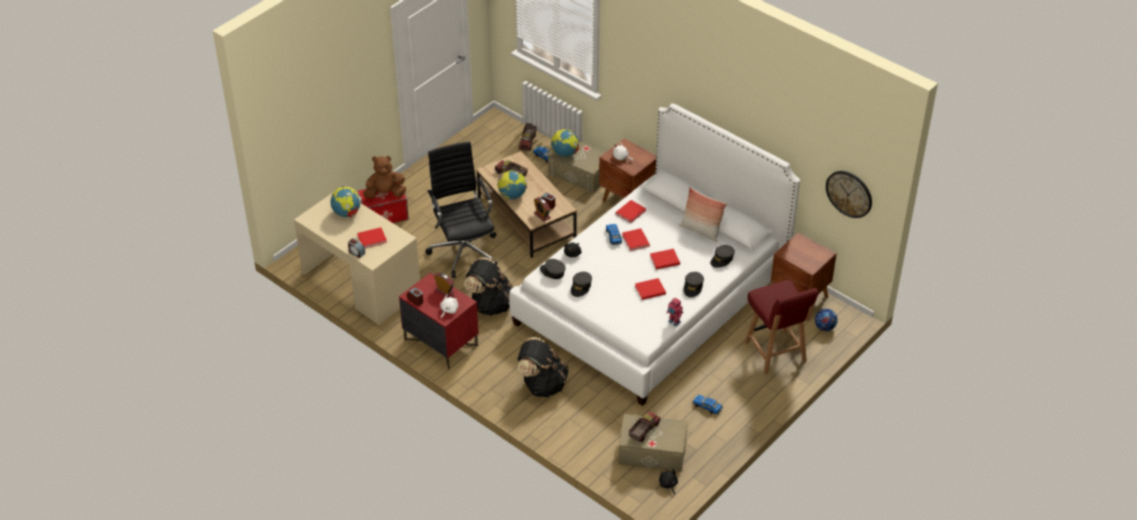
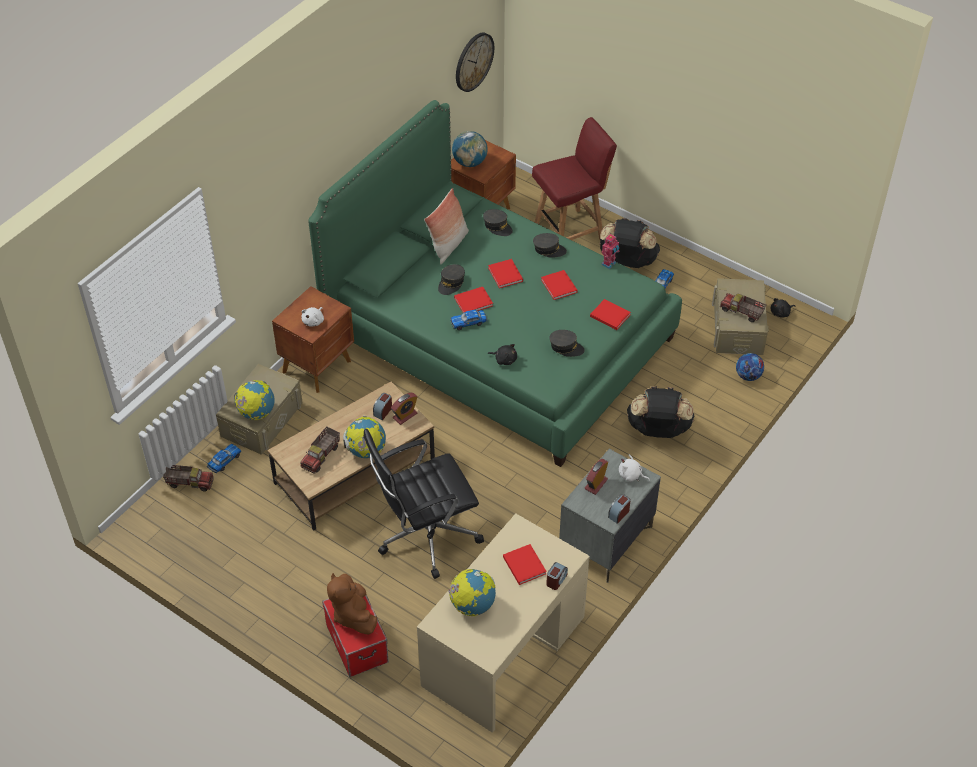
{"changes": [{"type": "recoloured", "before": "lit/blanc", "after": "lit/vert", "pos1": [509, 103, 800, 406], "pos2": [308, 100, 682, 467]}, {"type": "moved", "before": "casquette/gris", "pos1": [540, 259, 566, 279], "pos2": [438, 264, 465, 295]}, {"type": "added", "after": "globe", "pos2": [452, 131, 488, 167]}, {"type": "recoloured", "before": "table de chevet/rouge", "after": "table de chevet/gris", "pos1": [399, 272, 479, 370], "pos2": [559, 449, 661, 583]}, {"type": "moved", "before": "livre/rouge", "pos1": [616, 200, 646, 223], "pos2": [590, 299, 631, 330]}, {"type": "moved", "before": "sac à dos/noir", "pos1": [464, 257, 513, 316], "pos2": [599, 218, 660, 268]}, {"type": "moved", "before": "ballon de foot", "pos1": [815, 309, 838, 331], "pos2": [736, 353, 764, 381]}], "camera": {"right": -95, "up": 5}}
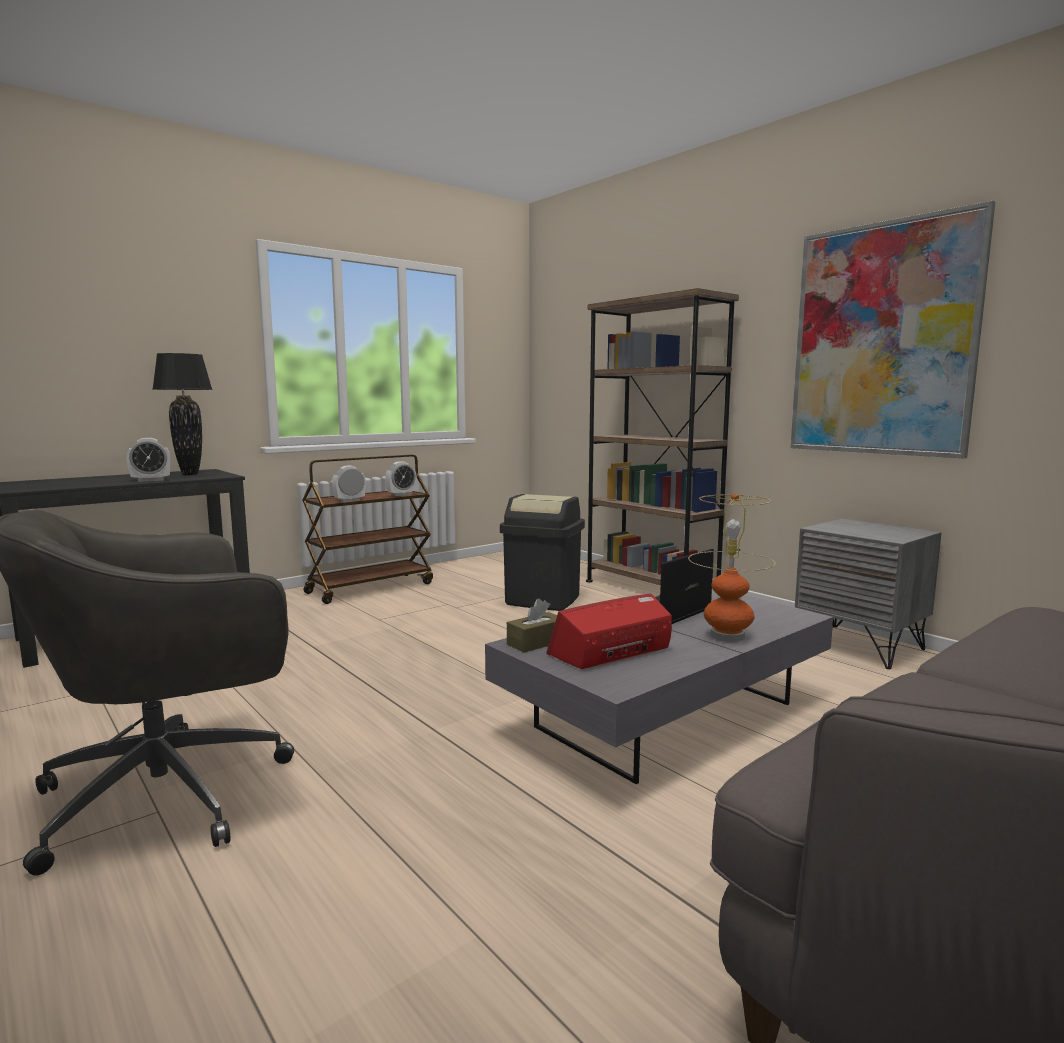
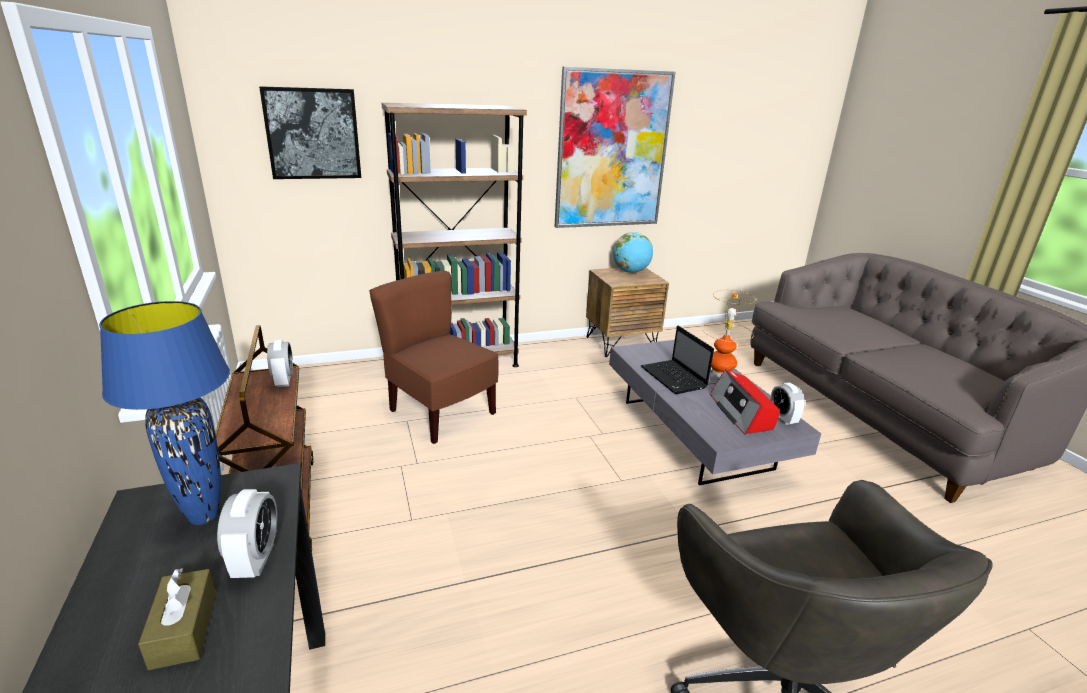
{"changes": [{"type": "recoloured", "before": "lampe de table/noir", "after": "lampe de table/bleu", "pos1": [153, 353, 213, 475], "pos2": [99, 301, 230, 525]}, {"type": "moved", "before": "boîte à mouchoirs/marron", "pos1": [507, 599, 557, 653], "pos2": [138, 568, 216, 670]}, {"type": "added", "after": "tableau", "pos2": [259, 86, 361, 179]}, {"type": "replaced", "before": "poubelle/noir", "after": "chaise/marron", "pos1": [500, 494, 585, 611], "pos2": [369, 271, 499, 444]}, {"type": "recoloured", "before": "table de chevet/gris", "after": "table de chevet/marron", "pos1": [795, 519, 941, 669], "pos2": [586, 268, 669, 357]}, {"type": "added", "after": "globe", "pos2": [613, 232, 653, 273]}, {"type": "moved", "before": "réveil", "pos1": [332, 466, 366, 502], "pos2": [770, 382, 805, 425]}], "camera": {"right": -70, "up": 15}}
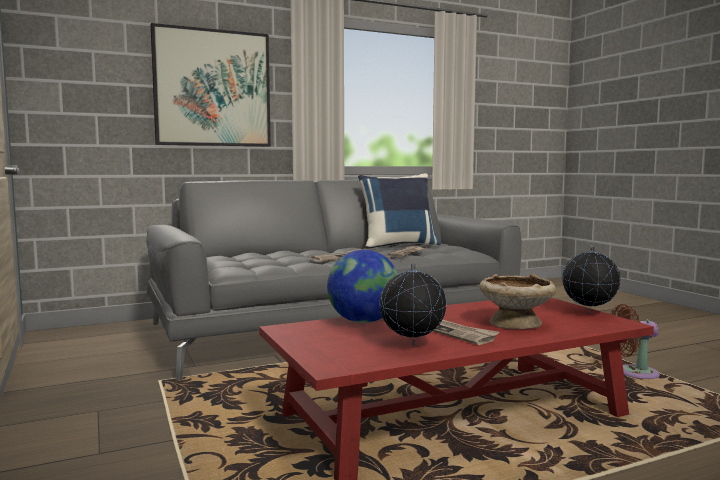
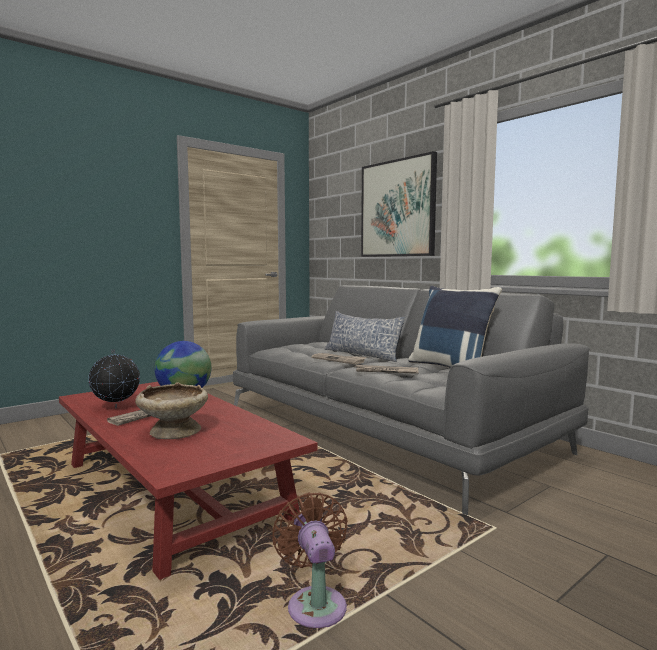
{"changes": [{"type": "added", "after": "coussin", "pos2": [325, 311, 406, 362]}, {"type": "removed", "before": "globe", "pos1": [562, 245, 621, 313]}], "camera": {"right": 75, "up": 0}}
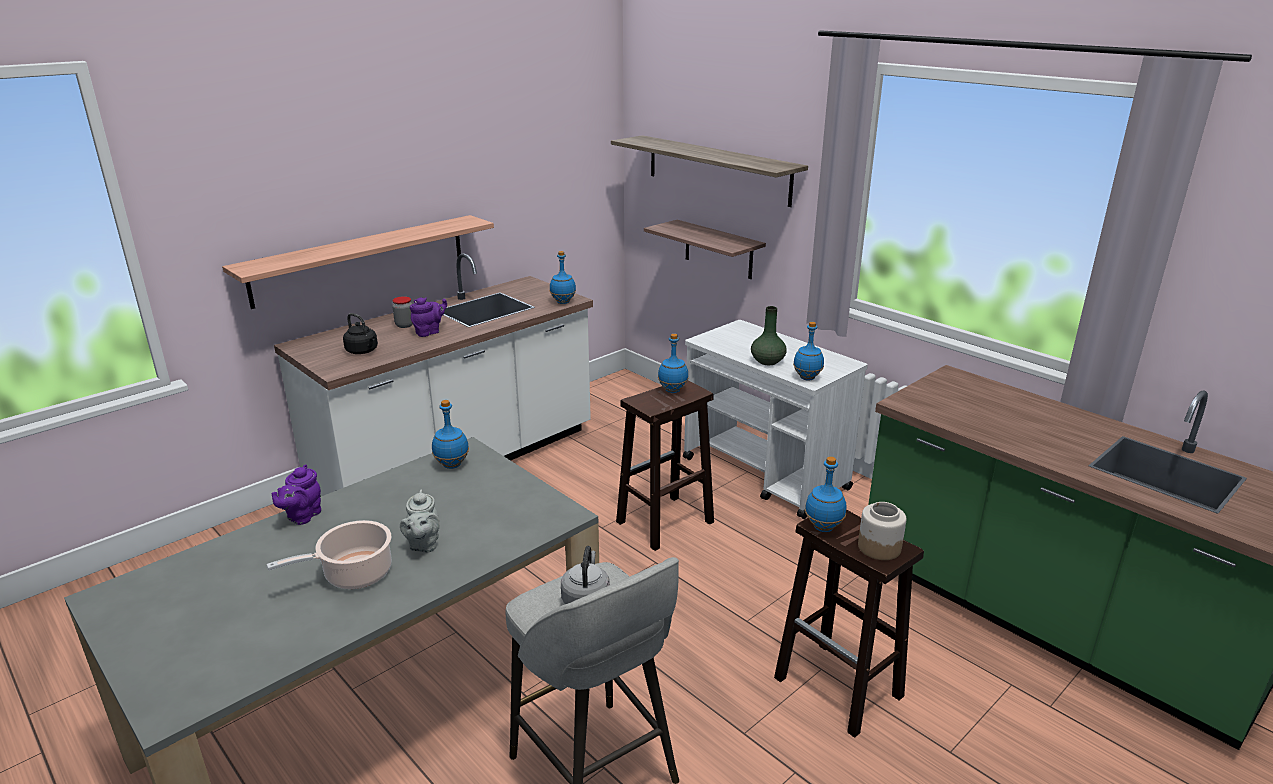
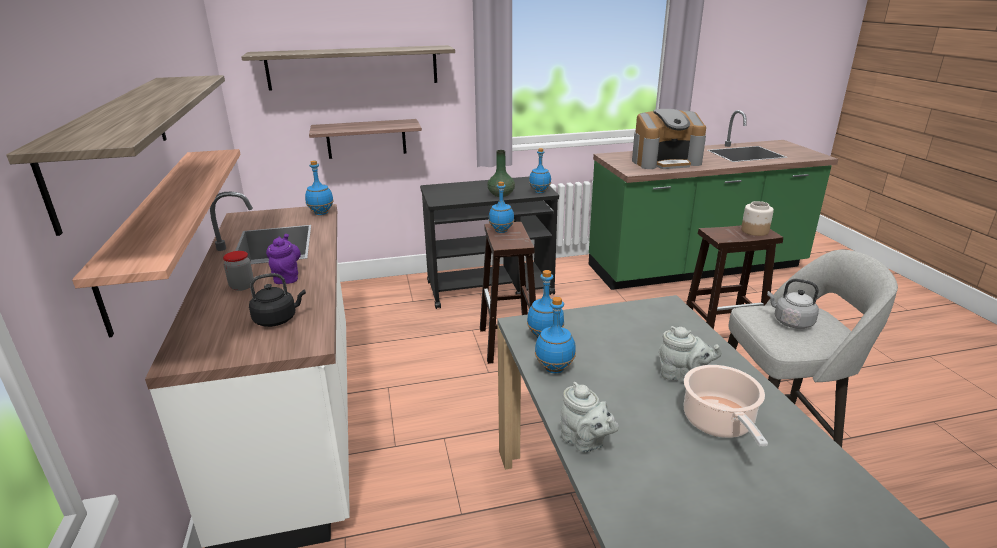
{"changes": [{"type": "added", "after": "étagère", "pos2": [6, 75, 225, 236]}, {"type": "recoloured", "before": "chariot/blanc", "after": "chariot/noir", "pos1": [683, 320, 868, 519], "pos2": [420, 177, 559, 309]}, {"type": "moved", "before": "bouteille/bleu", "pos1": [805, 456, 846, 532], "pos2": [535, 297, 576, 374]}, {"type": "recoloured", "before": "théière/violet", "after": "théière/gris", "pos1": [271, 464, 321, 525], "pos2": [560, 382, 619, 453]}, {"type": "added", "after": "machine à café", "pos2": [632, 109, 706, 169]}], "camera": {"right": -60, "up": 0}}
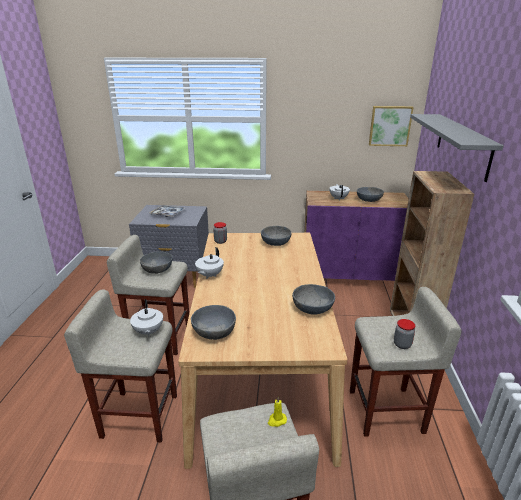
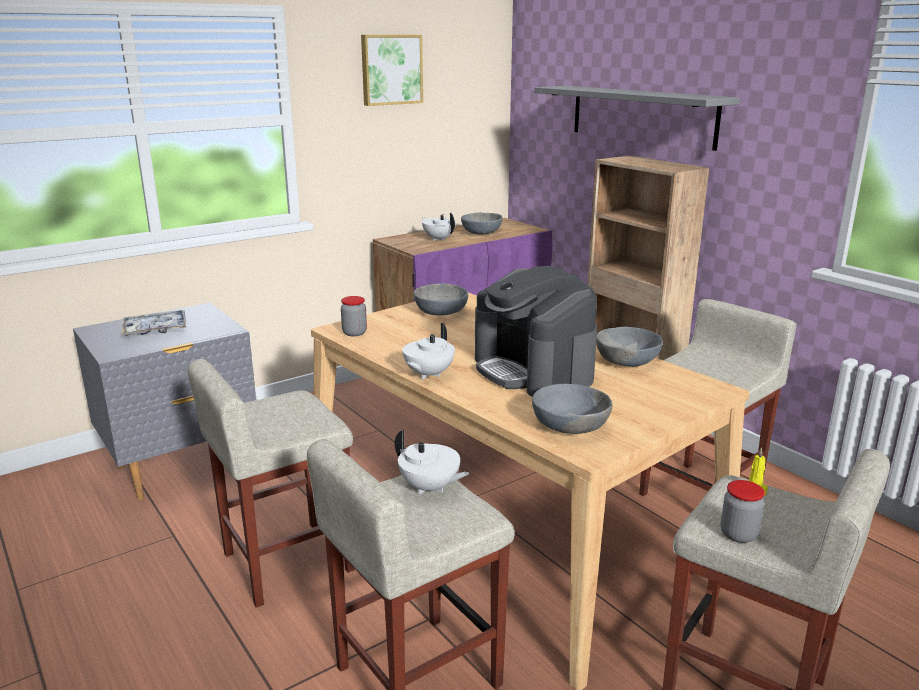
{"changes": [{"type": "moved", "before": "tableau", "pos1": [369, 106, 414, 146], "pos2": [361, 35, 423, 106]}, {"type": "turned", "before": "théière/blanc", "pos1": [195, 247, 224, 279], "pos2": [402, 323, 455, 380], "turn": 45}, {"type": "added", "after": "machine à café", "pos2": [475, 266, 597, 397]}, {"type": "moved", "before": "bocal", "pos1": [394, 319, 415, 349], "pos2": [721, 480, 765, 543]}, {"type": "removed", "before": "bol/gris", "pos1": [140, 251, 173, 274]}], "camera": {"right": -40, "up": -5}}
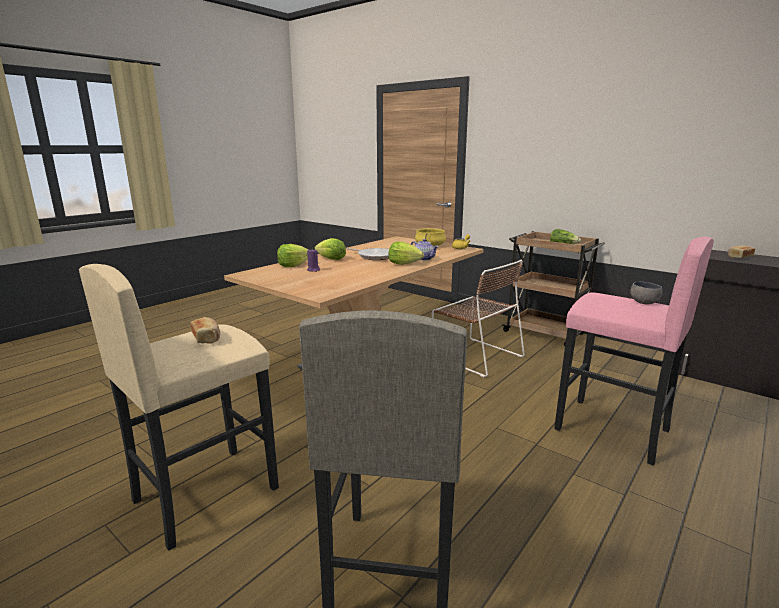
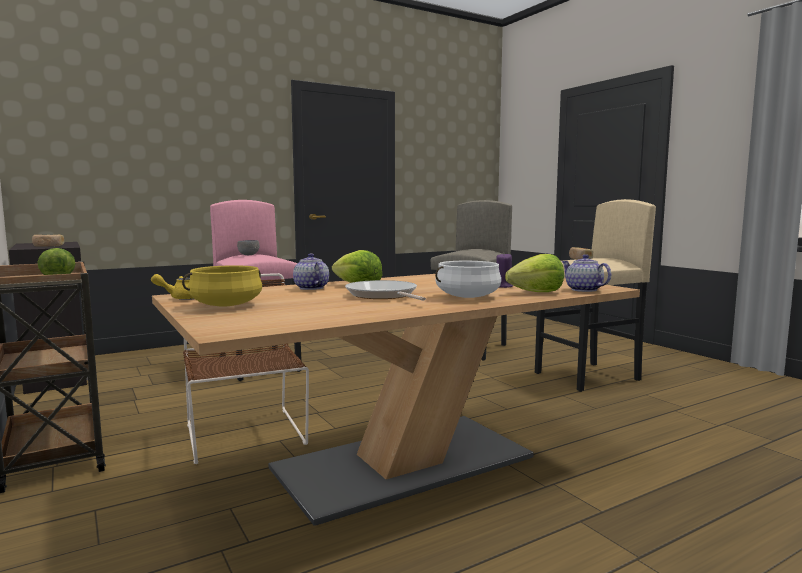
{"changes": [{"type": "replaced", "before": "laitue", "after": "marmite/blanc", "pos1": [315, 238, 346, 260], "pos2": [435, 261, 501, 298]}, {"type": "added", "after": "théière", "pos2": [562, 254, 611, 292]}], "camera": {"right": -160, "up": -10}}
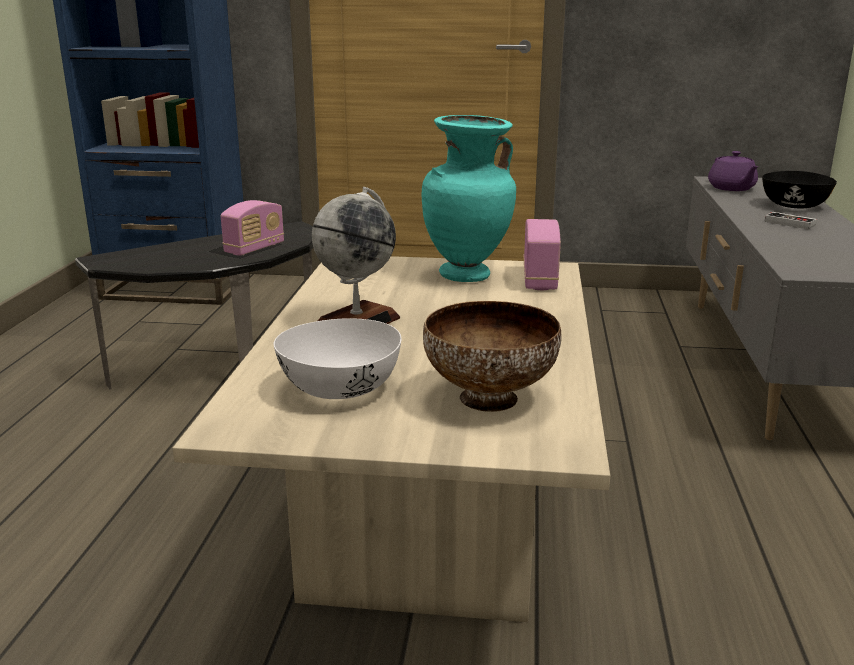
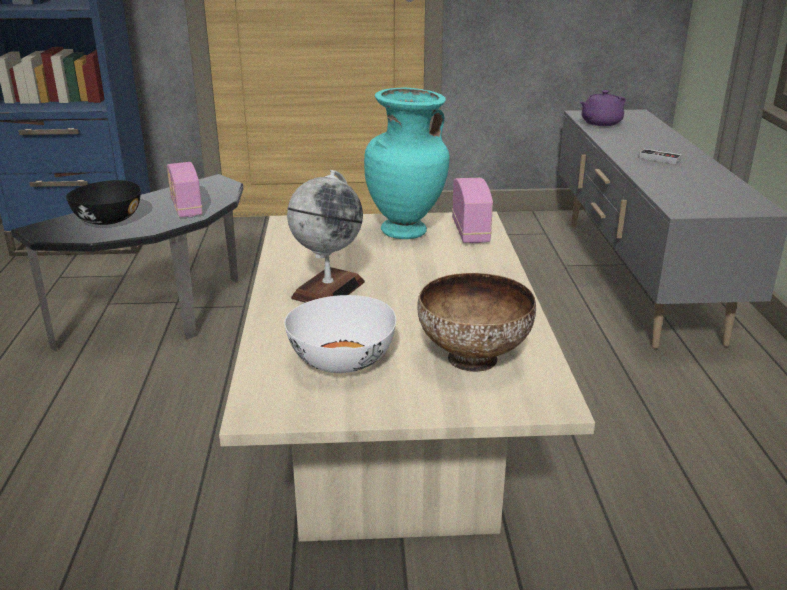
{"changes": [{"type": "moved", "before": "bol/noir", "pos1": [762, 171, 837, 208], "pos2": [66, 180, 141, 225]}, {"type": "turned", "before": "radio", "pos1": [221, 200, 284, 256], "pos2": [167, 162, 202, 217], "turn": 135}, {"type": "turned", "before": "théière/violet", "pos1": [708, 151, 758, 191], "pos2": [580, 90, 625, 126], "turn": 75}], "camera": {"right": -10, "up": 5}}
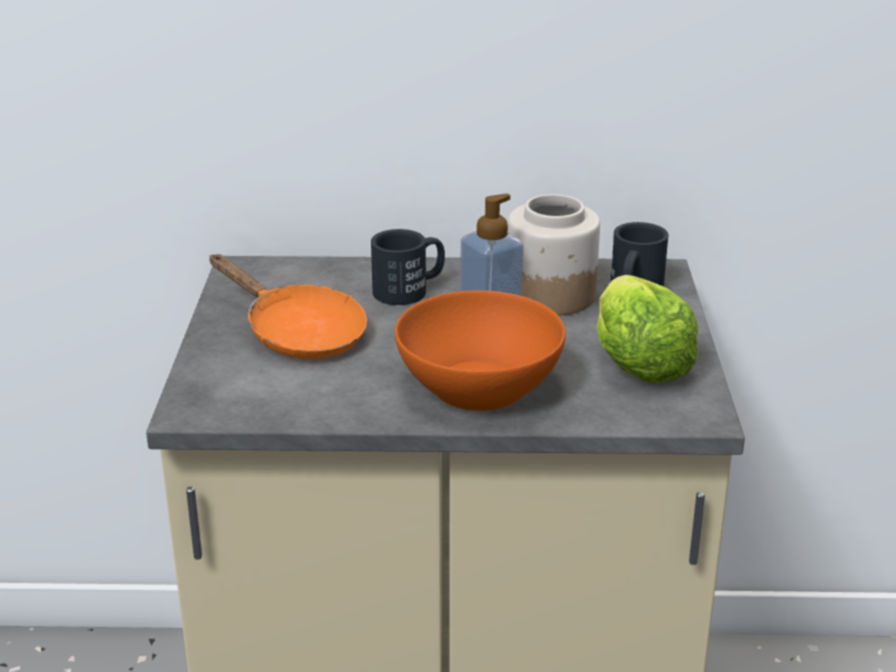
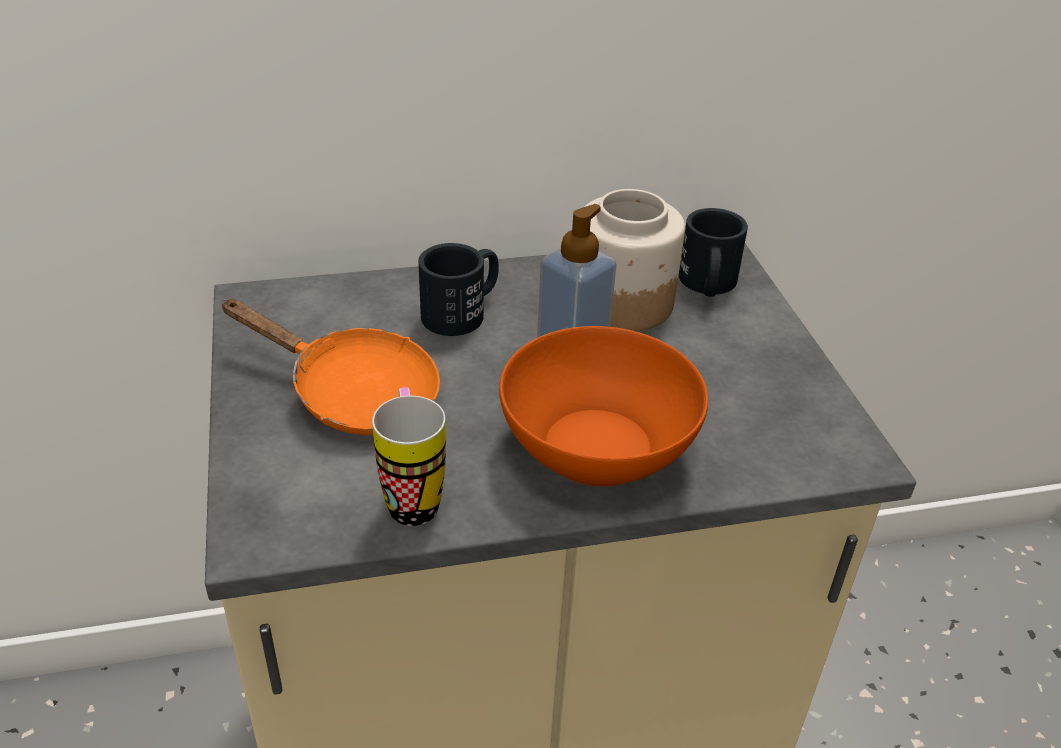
{"changes": [{"type": "added", "after": "mug", "pos2": [372, 387, 446, 526]}, {"type": "removed", "before": "laitue", "pos1": [597, 275, 698, 383]}], "camera": {"right": -15, "up": 10}}
